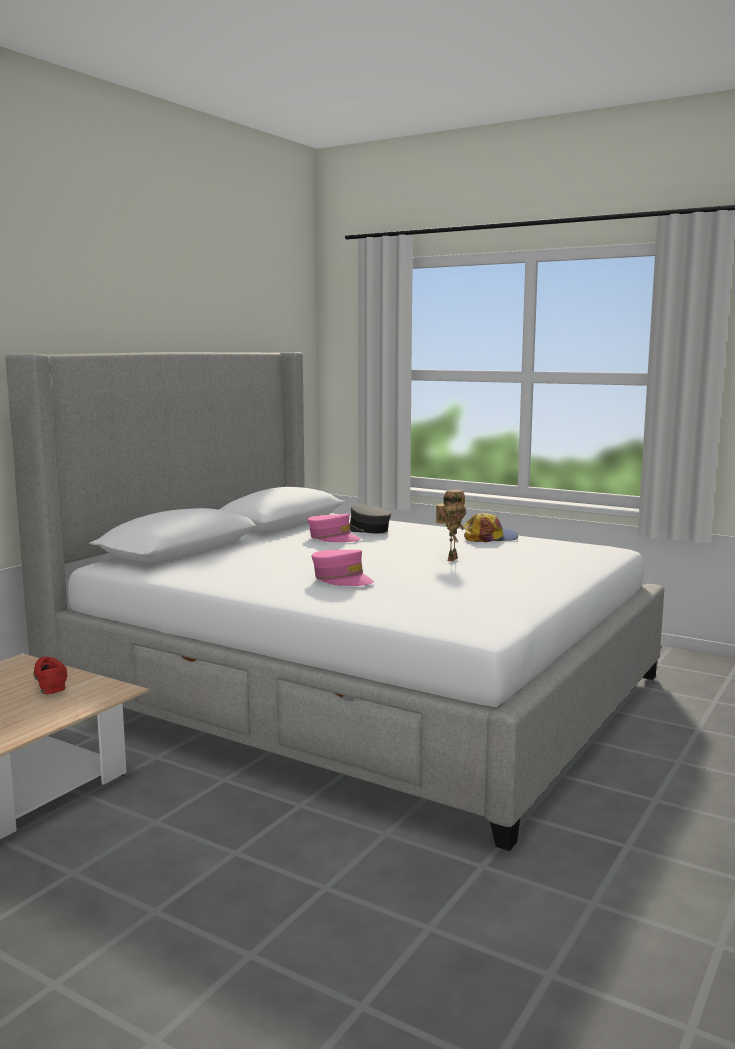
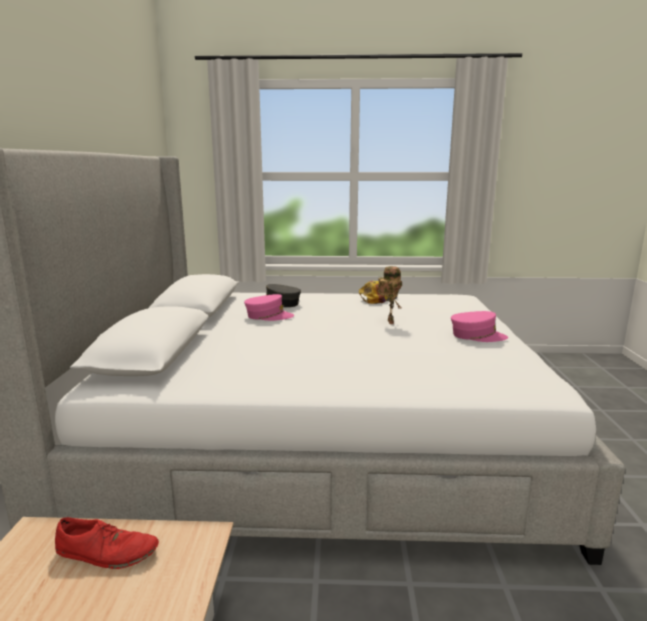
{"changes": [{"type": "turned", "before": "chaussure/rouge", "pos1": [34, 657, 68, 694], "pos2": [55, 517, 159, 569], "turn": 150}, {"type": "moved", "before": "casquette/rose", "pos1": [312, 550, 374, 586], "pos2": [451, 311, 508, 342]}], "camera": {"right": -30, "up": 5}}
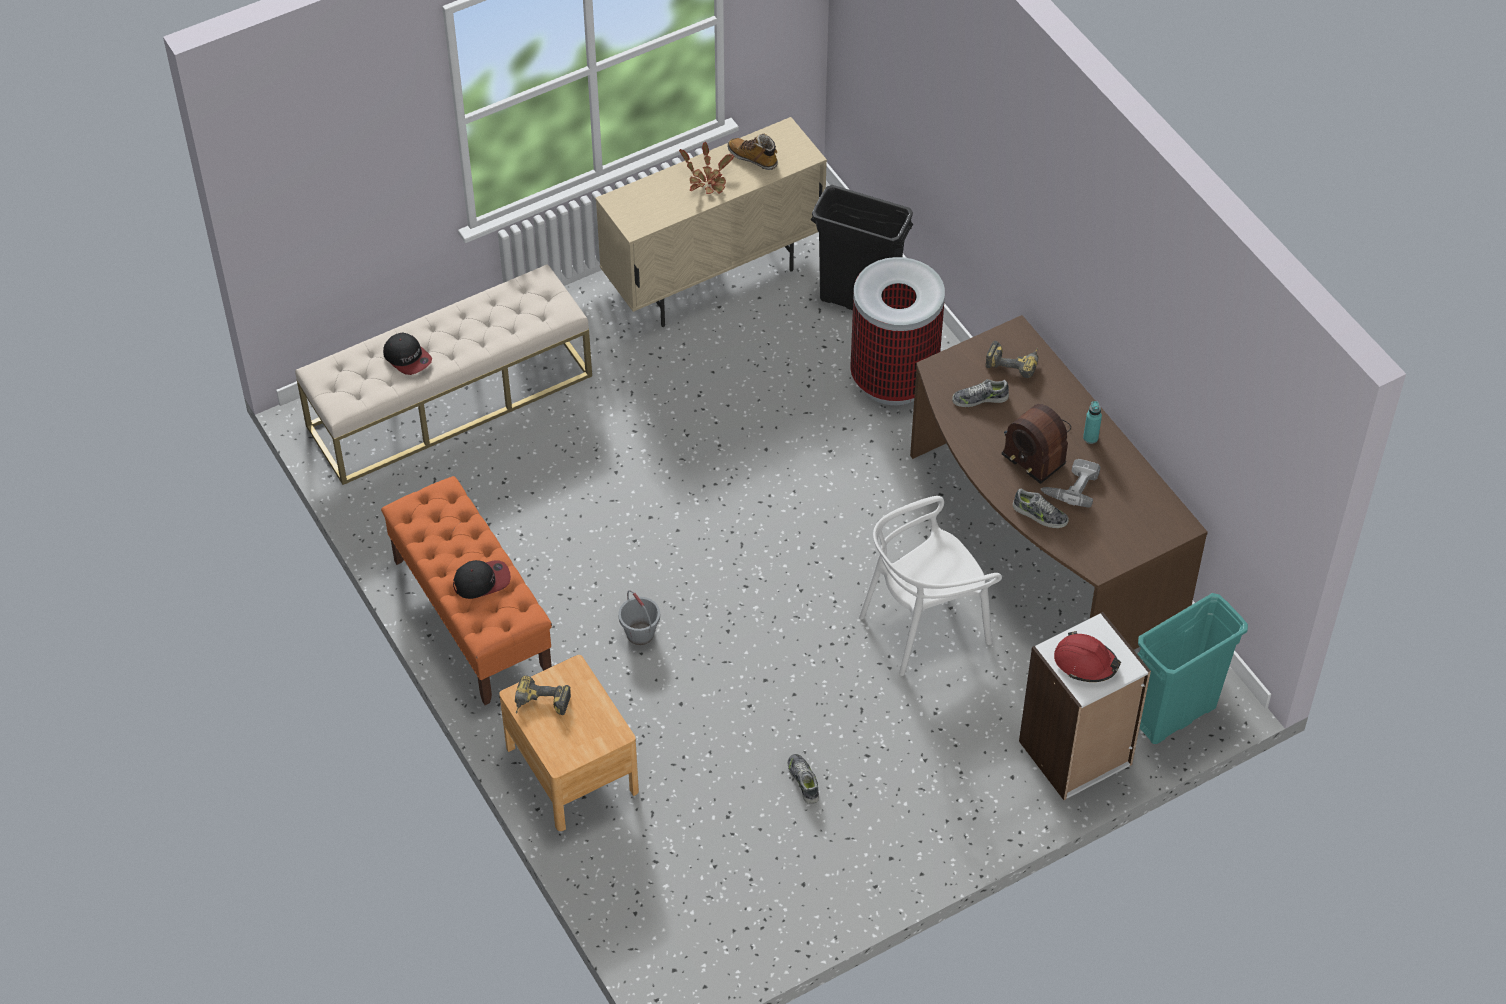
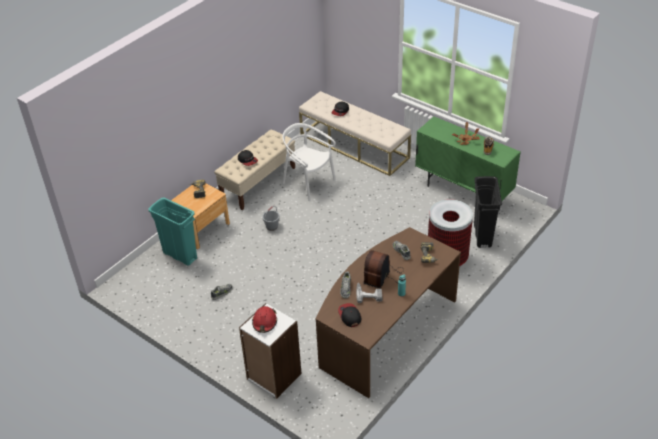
{"changes": [{"type": "moved", "before": "poubelle/turquoise", "pos1": [1137, 593, 1248, 744], "pos2": [148, 197, 197, 265]}, {"type": "recoloured", "before": "banc/orange", "after": "banc/beige", "pos1": [381, 476, 552, 705], "pos2": [214, 130, 295, 210]}, {"type": "moved", "before": "chaise/blanc", "pos1": [859, 496, 1002, 676], "pos2": [283, 123, 336, 201]}, {"type": "added", "after": "casquette", "pos2": [338, 303, 362, 327]}, {"type": "recoloured", "before": "meuble de rangement/beige", "after": "meuble de rangement/vert", "pos1": [595, 117, 827, 327], "pos2": [415, 116, 521, 201]}], "camera": {"right": 70, "up": -10}}
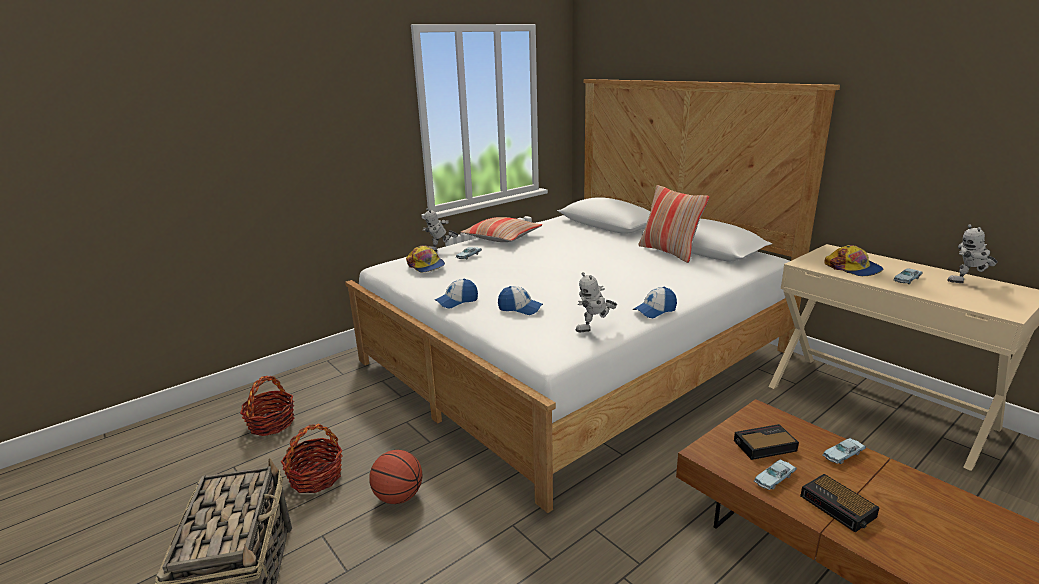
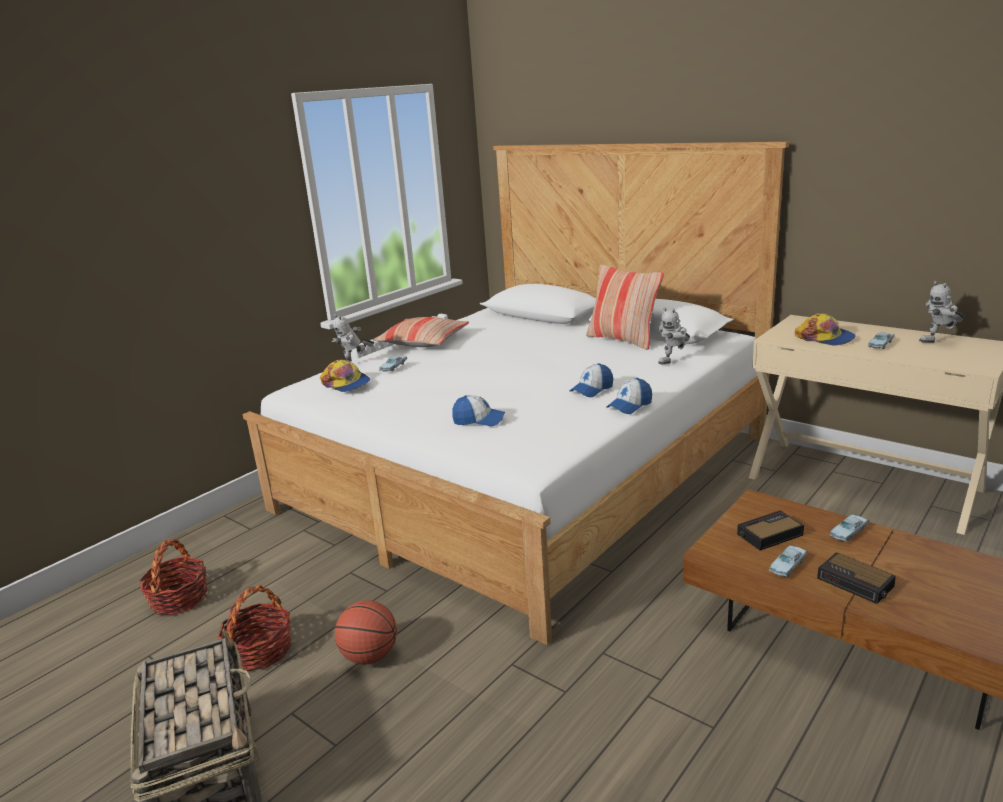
{"changes": [{"type": "moved", "before": "casquette", "pos1": [435, 279, 478, 308], "pos2": [570, 363, 613, 397]}, {"type": "moved", "before": "robot jouet", "pos1": [576, 272, 617, 332], "pos2": [658, 307, 690, 364]}], "camera": {"right": -10, "up": 0}}
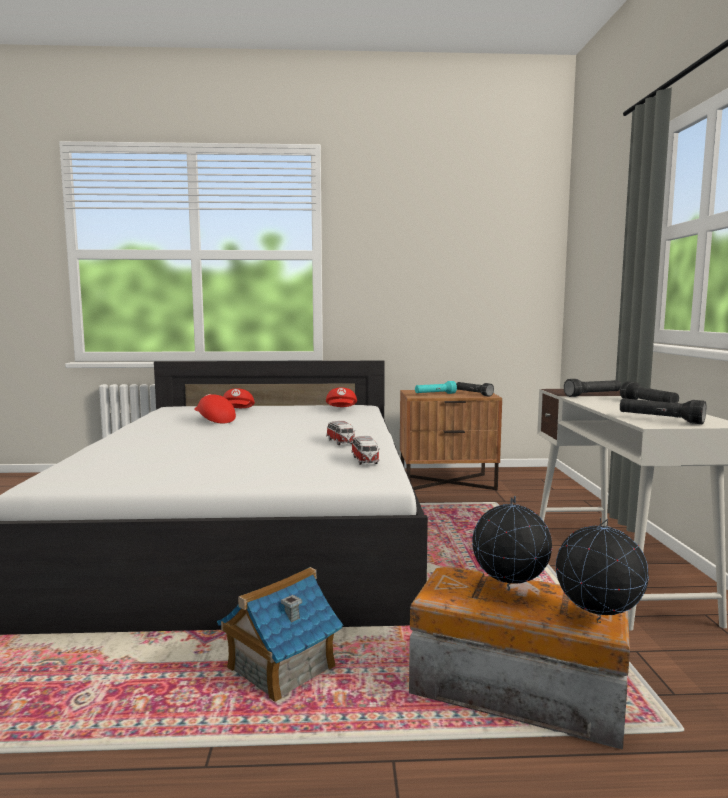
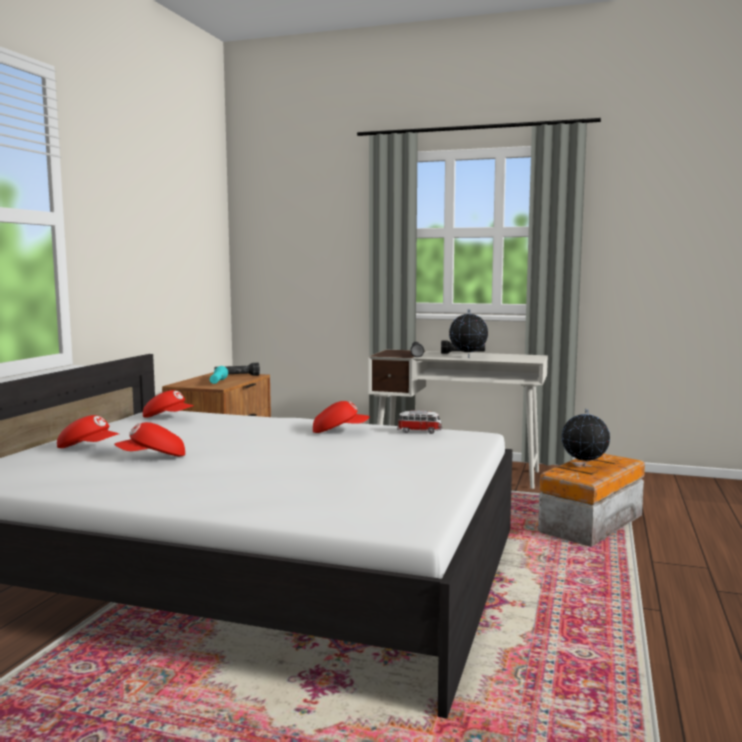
{"changes": [{"type": "replaced", "before": "petite voiture", "after": "casquette/rouge", "pos1": [326, 421, 355, 445], "pos2": [313, 401, 370, 433]}, {"type": "moved", "before": "globe", "pos1": [556, 517, 649, 623], "pos2": [449, 309, 488, 358]}, {"type": "removed", "before": "maison miniature", "pos1": [217, 567, 343, 702]}, {"type": "removed", "before": "lampe de poche/noir", "pos1": [620, 398, 706, 424]}], "camera": {"right": -70, "up": 0}}
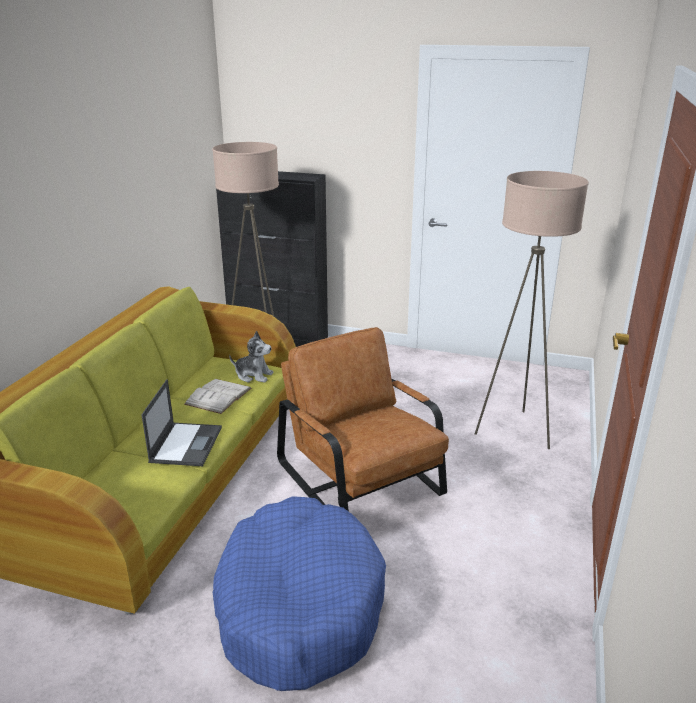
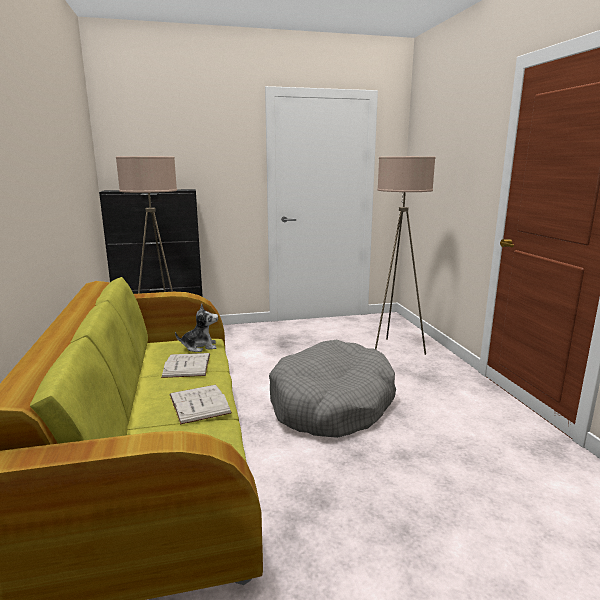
{"changes": [{"type": "replaced", "before": "ordinateur portable", "after": "livre/blanc", "pos1": [141, 379, 222, 466], "pos2": [170, 385, 232, 425]}, {"type": "replaced", "before": "fauteuil/marron", "after": "panier pour chien/gris", "pos1": [277, 327, 449, 511], "pos2": [269, 340, 396, 438]}, {"type": "removed", "before": "panier pour chien/bleu", "pos1": [213, 496, 386, 691]}], "camera": {"right": -30, "up": -10}}
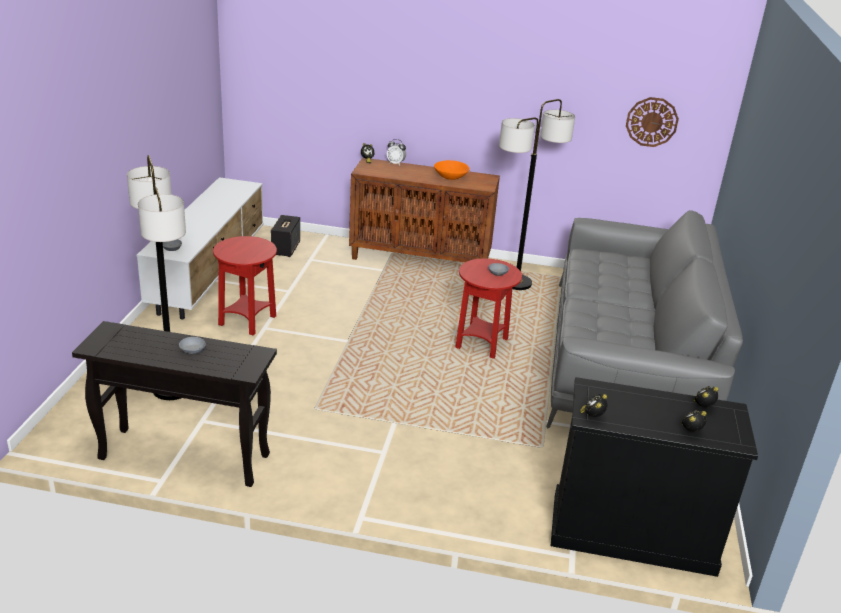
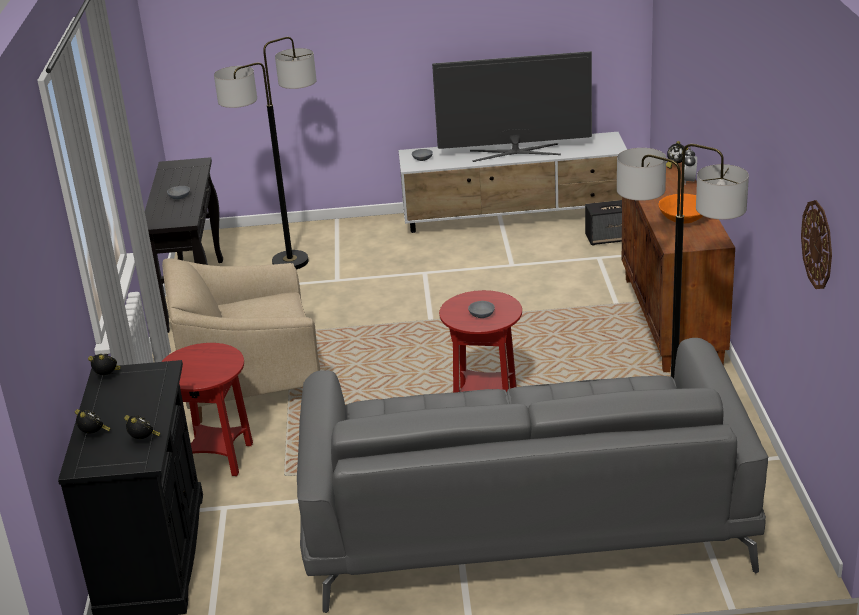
{"changes": [{"type": "moved", "before": "table d'appoint/rouge", "pos1": [213, 236, 277, 335], "pos2": [161, 343, 253, 476]}, {"type": "added", "after": "fauteuil/beige", "pos2": [162, 258, 320, 423]}, {"type": "added", "after": "téléviseur", "pos2": [432, 51, 592, 162]}], "camera": {"right": 80, "up": 0}}
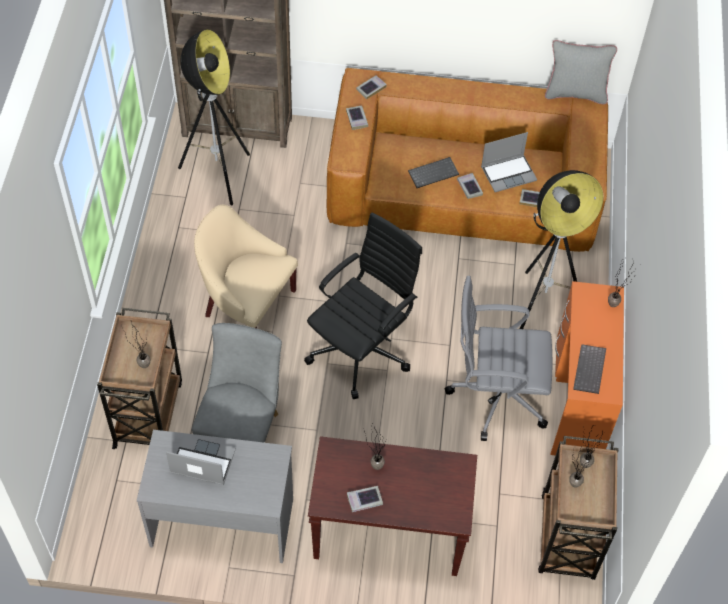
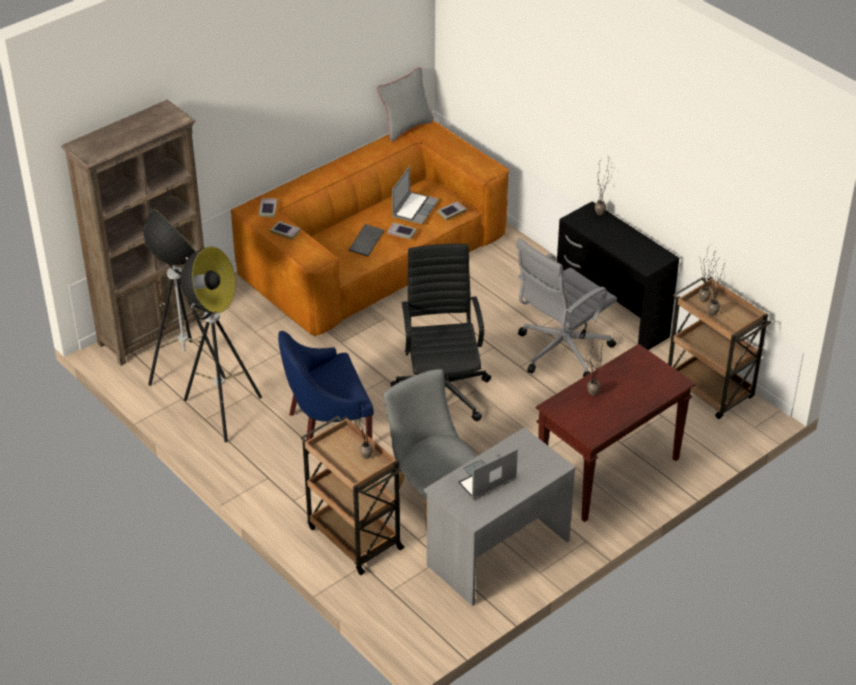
{"changes": [{"type": "moved", "before": "lampadaire", "pos1": [520, 170, 604, 329], "pos2": [181, 247, 262, 442]}, {"type": "recoloured", "before": "fauteuil/beige", "after": "fauteuil/bleu", "pos1": [194, 205, 298, 328], "pos2": [278, 331, 374, 454]}, {"type": "recoloured", "before": "bureau/orange", "after": "bureau/noir", "pos1": [551, 281, 624, 456], "pos2": [557, 201, 679, 350]}, {"type": "removed", "before": "livre", "pos1": [347, 486, 383, 512]}, {"type": "removed", "before": "clavier", "pos1": [573, 344, 606, 394]}], "camera": {"right": -45, "up": -15}}
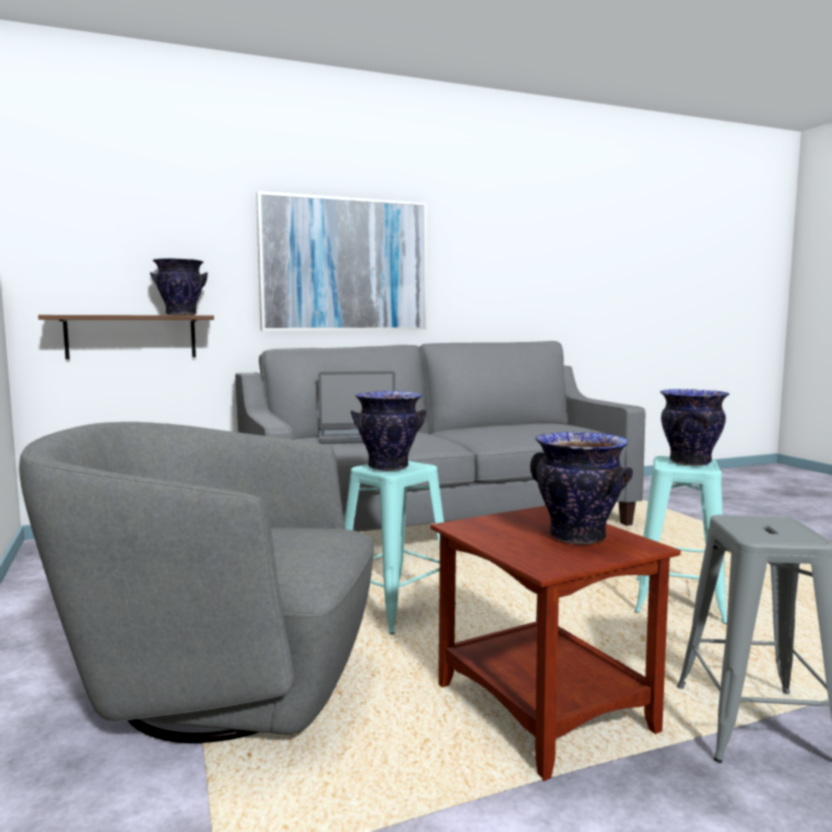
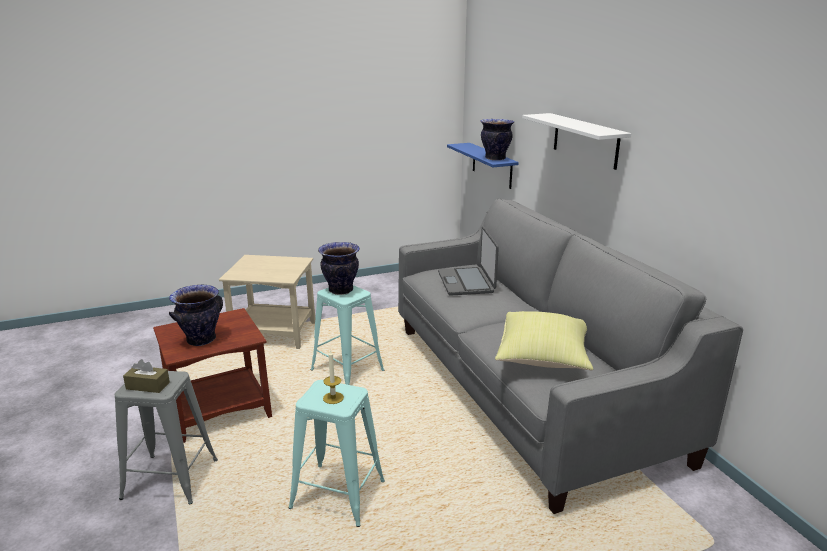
{"changes": [{"type": "added", "after": "boîte à mouchoirs/marron", "pos2": [123, 359, 170, 393]}, {"type": "replaced", "before": "fauteuil/gris", "after": "table d'appoint/beige", "pos1": [19, 422, 374, 744], "pos2": [219, 255, 315, 349]}, {"type": "replaced", "before": "vase", "after": "bougie", "pos1": [660, 389, 729, 466], "pos2": [323, 349, 344, 404]}, {"type": "recoloured", "before": "étagère/marron", "after": "étagère/bleu", "pos1": [38, 315, 214, 359], "pos2": [447, 143, 519, 189]}, {"type": "added", "after": "coussin/jaune", "pos2": [495, 311, 593, 370]}, {"type": "replaced", "before": "tableau", "after": "étagère/blanc", "pos1": [256, 191, 427, 331], "pos2": [522, 113, 631, 170]}], "camera": {"right": 90, "up": 15}}
